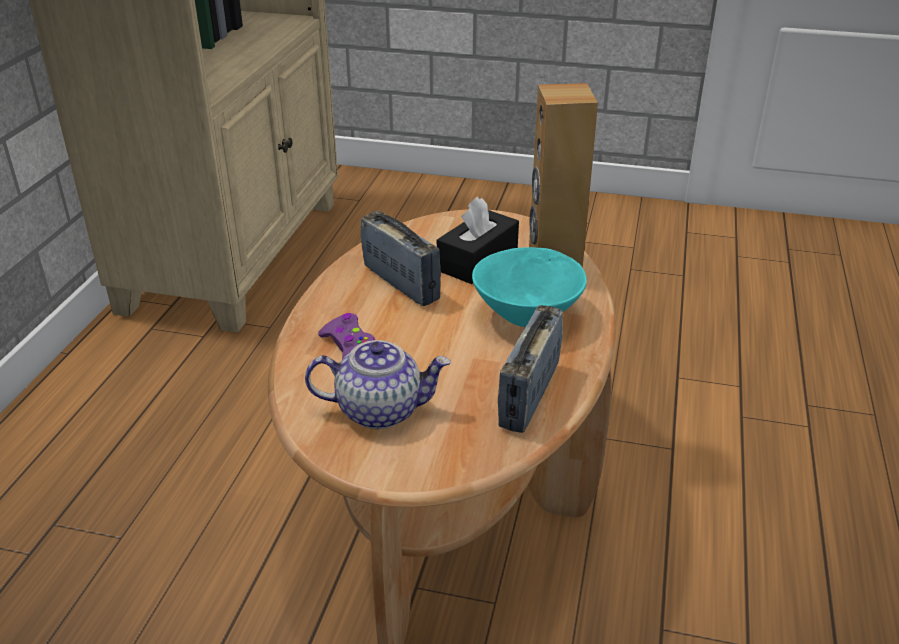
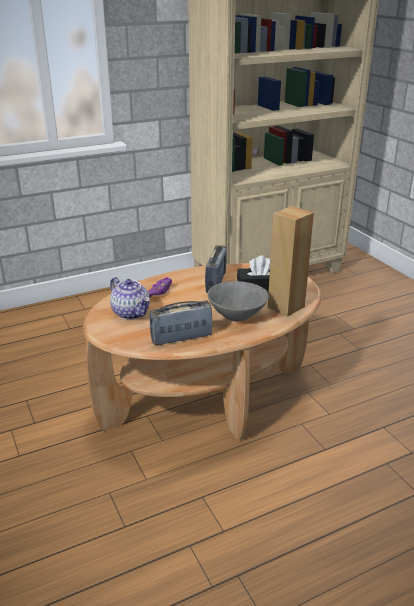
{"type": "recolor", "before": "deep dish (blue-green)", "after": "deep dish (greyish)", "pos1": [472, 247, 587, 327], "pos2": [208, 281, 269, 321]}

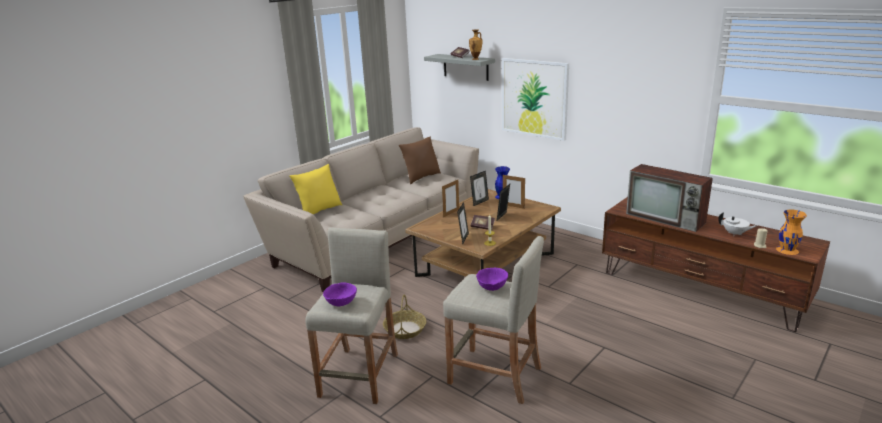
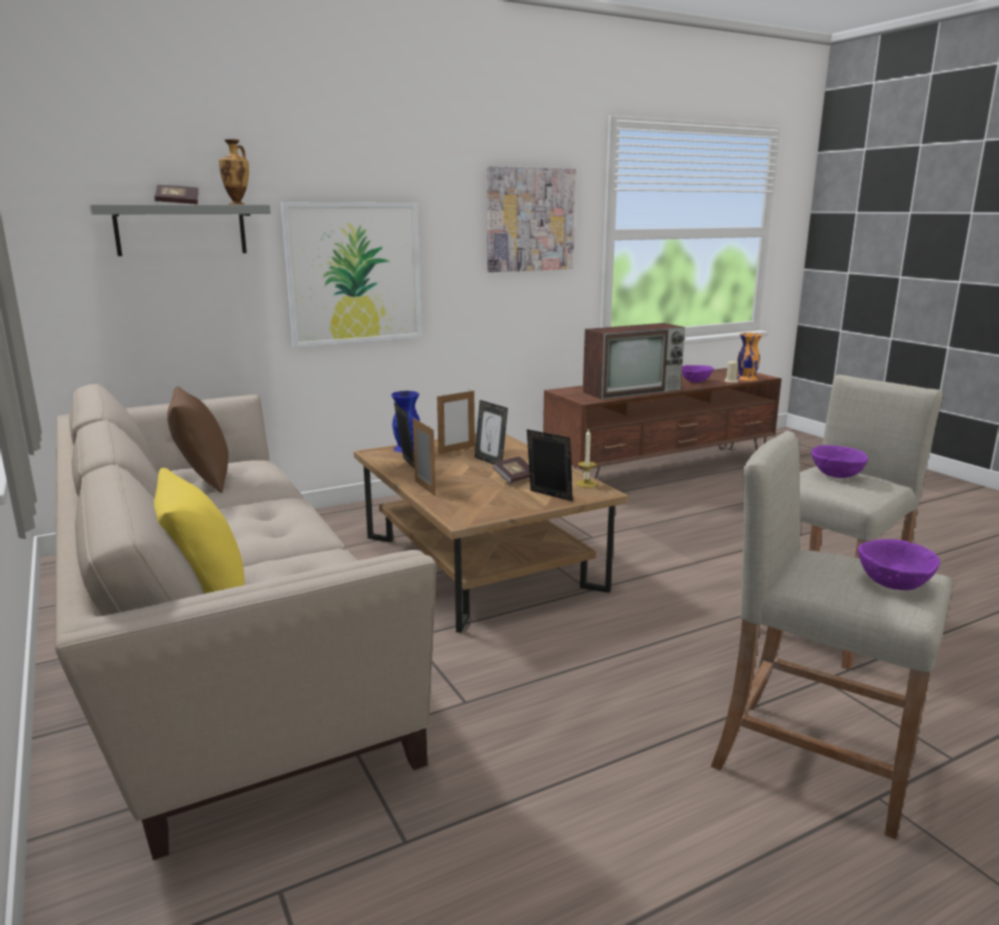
{"type": "delete", "before": "storage basket", "pos1": [383, 295, 426, 339]}
{"type": "insert", "after": "picture", "pos2": [487, 166, 576, 272]}
{"type": "replace", "before": "teapot (white-coloured)", "after": "deep dish (purple-coloured)", "pos1": [718, 212, 757, 236], "pos2": [682, 365, 714, 382]}

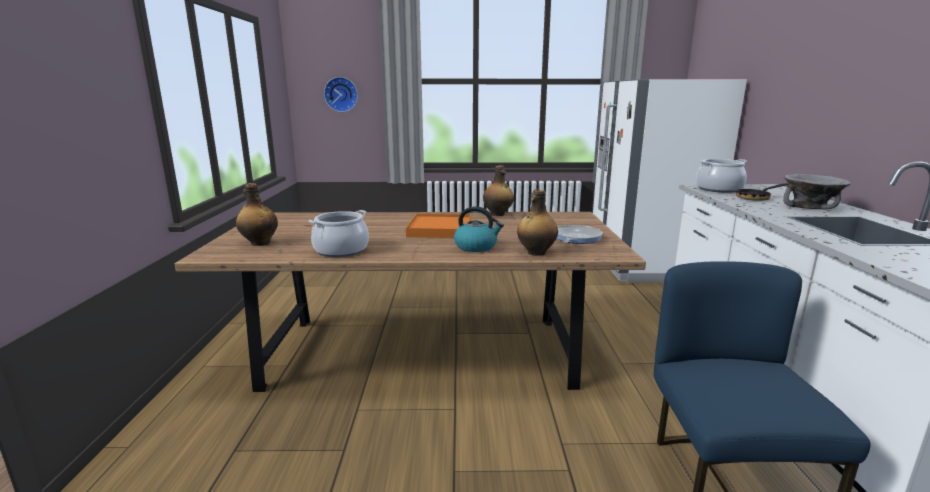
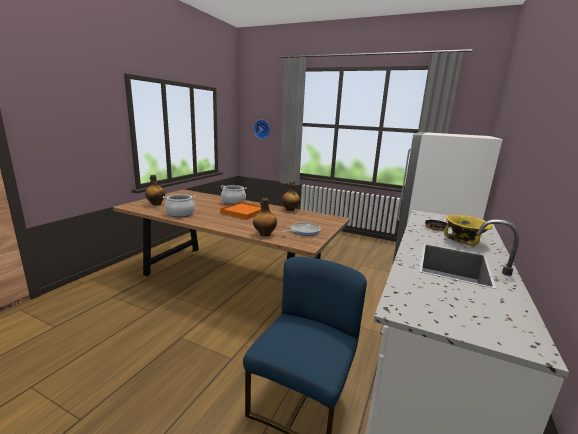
{"type": "delete", "before": "kettle", "pos1": [454, 206, 504, 252]}
{"type": "move", "before": "stockpot", "pos1": [696, 159, 747, 193], "pos2": [220, 185, 247, 205]}
{"type": "recolor", "before": "deep dish (greyish)", "after": "deep dish (yellow-coloured)", "pos1": [783, 174, 851, 209], "pos2": [444, 215, 492, 246]}

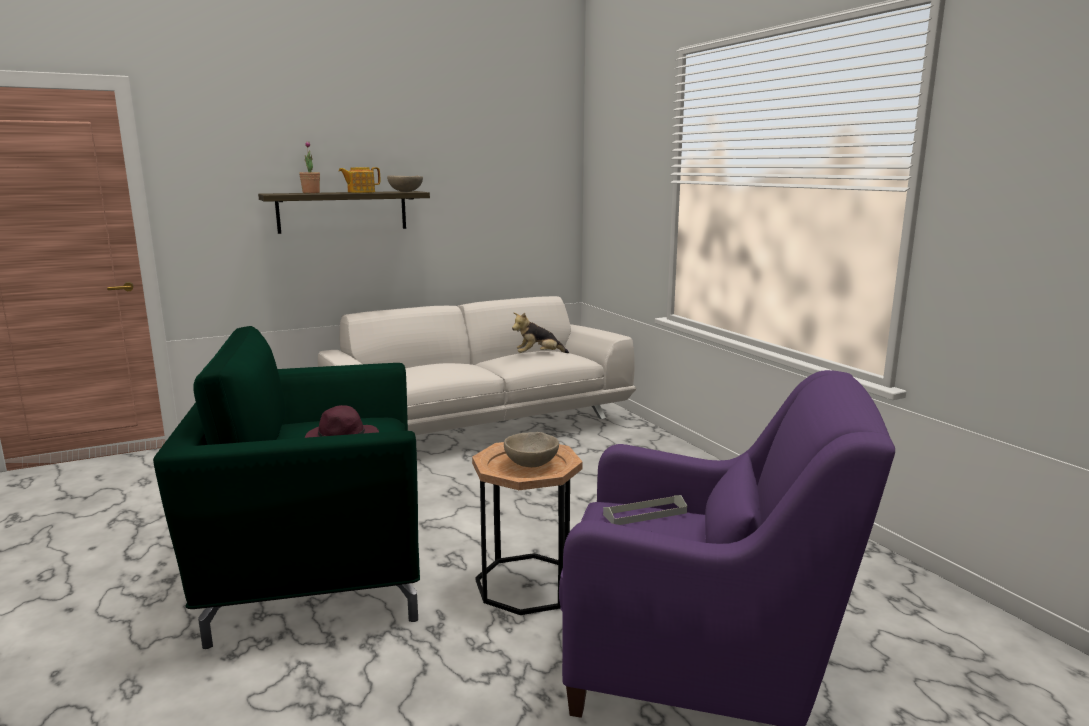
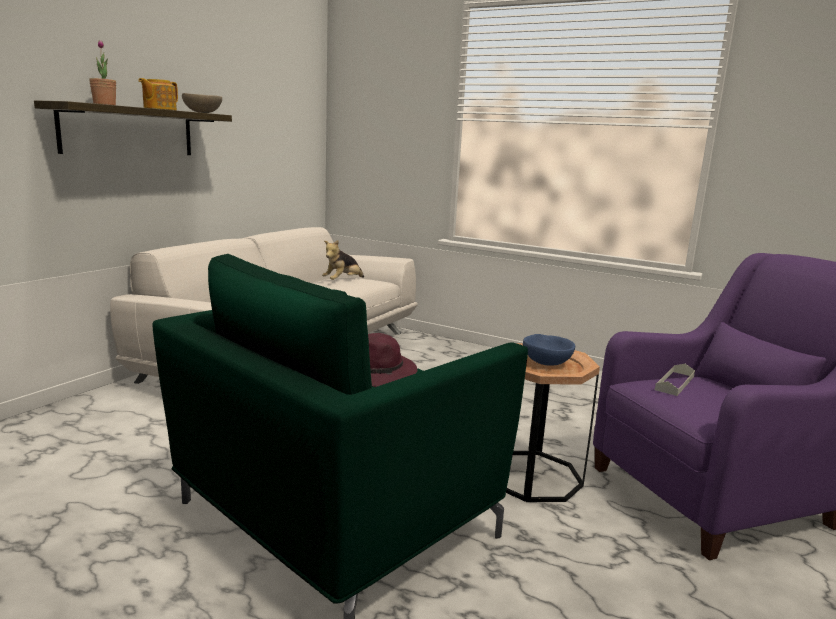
{"type": "recolor", "before": "deep dish (beige)", "after": "deep dish (blue-coloured)", "pos1": [504, 432, 559, 467], "pos2": [523, 334, 575, 366]}

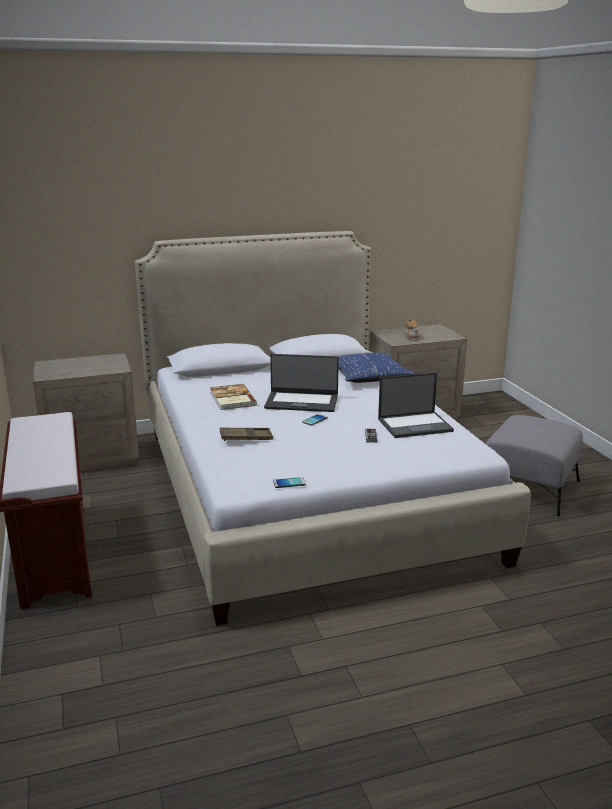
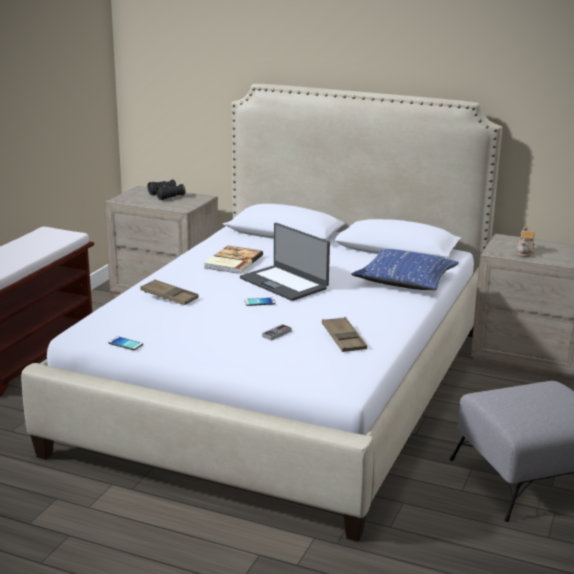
{"type": "insert", "after": "field glasses (blackish)", "pos2": [148, 179, 185, 200]}
{"type": "replace", "before": "notebook computer", "after": "serving tray (brown-coloured)", "pos1": [378, 372, 454, 438], "pos2": [322, 317, 367, 352]}

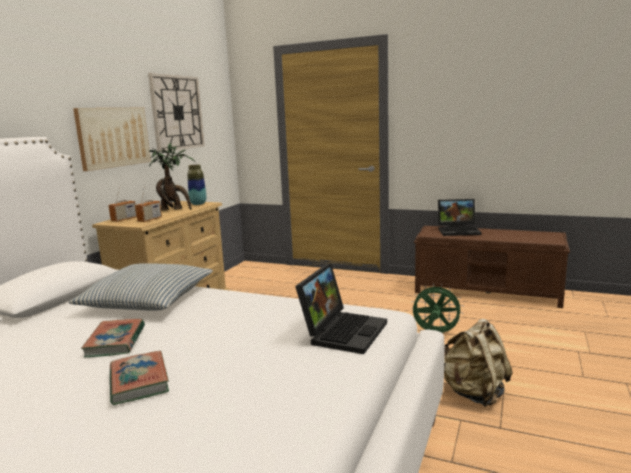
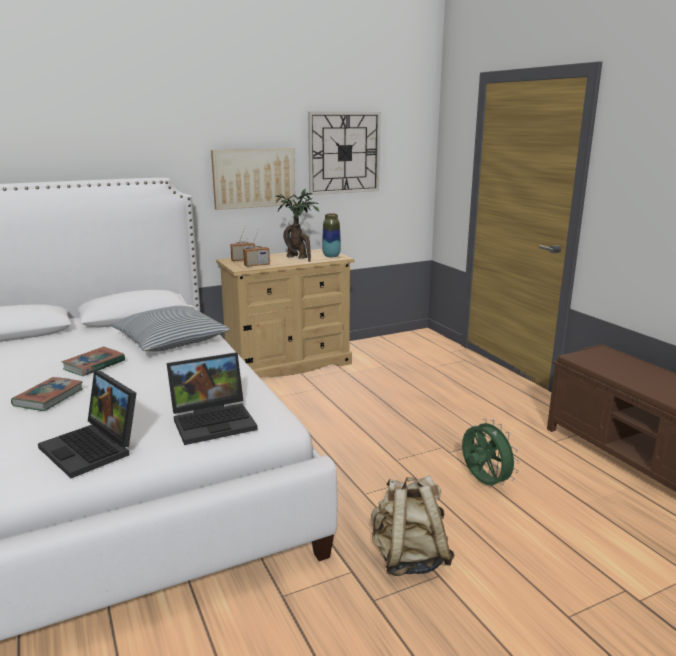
{"type": "move", "before": "notebook computer", "pos1": [438, 199, 481, 236], "pos2": [38, 371, 136, 478]}

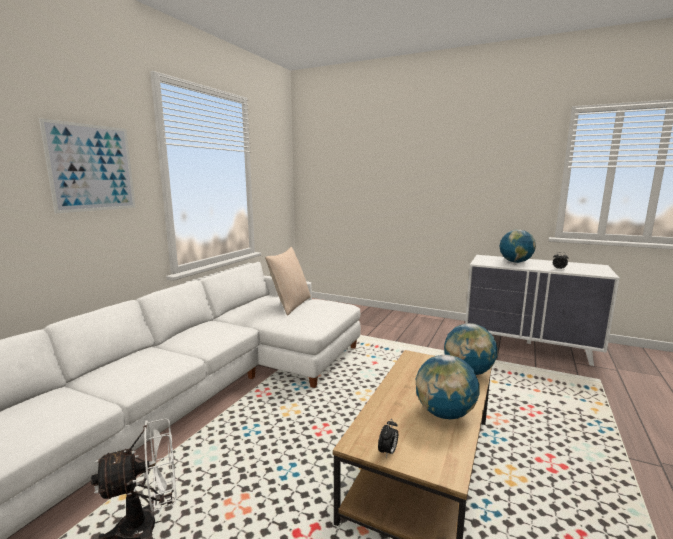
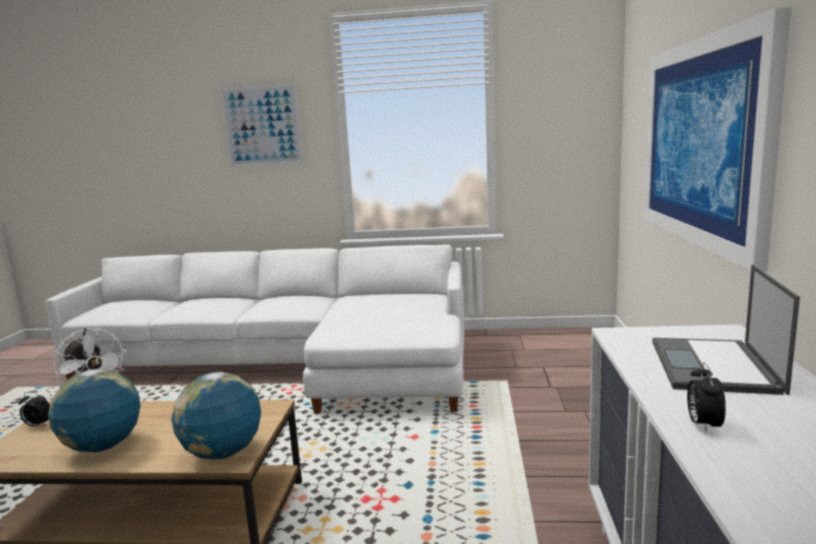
{"type": "delete", "before": "throw pillow (beige)", "pos1": [265, 247, 311, 316]}
{"type": "insert", "after": "picture", "pos2": [644, 7, 792, 271]}
{"type": "replace", "before": "world globe", "after": "notebook computer", "pos1": [499, 230, 536, 263], "pos2": [652, 264, 800, 395]}

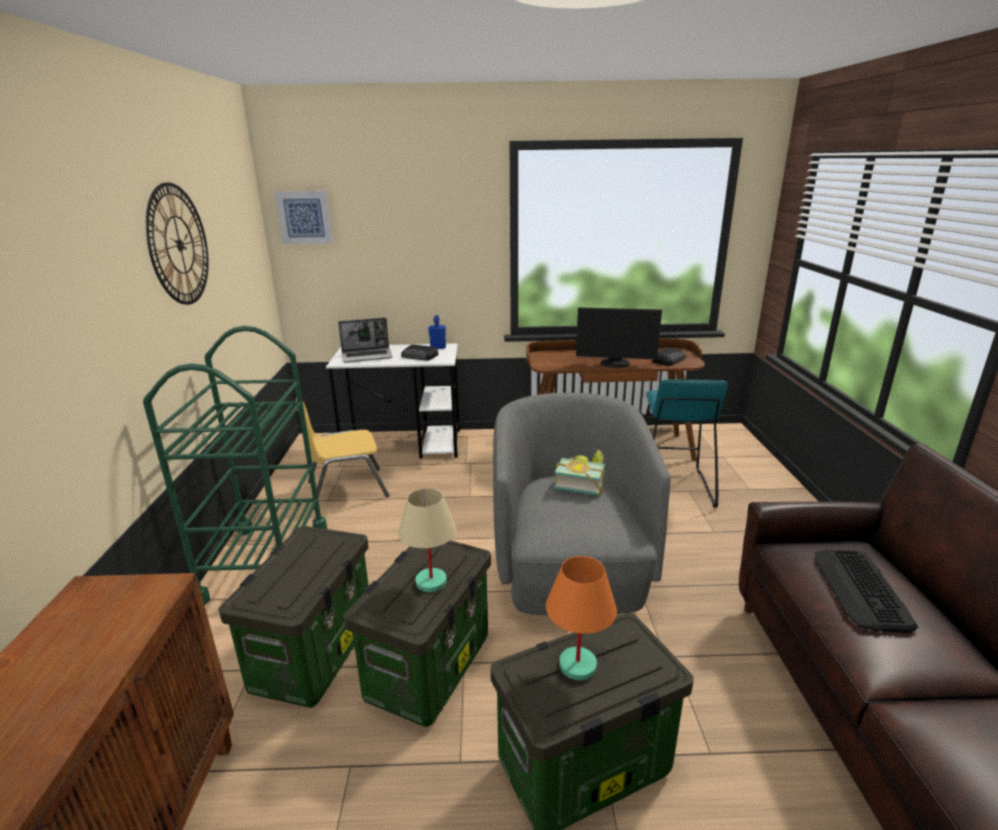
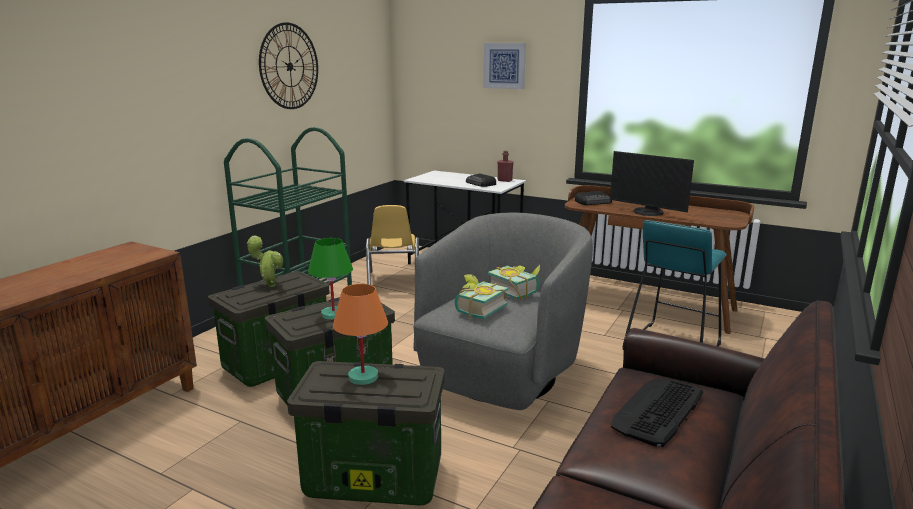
{"type": "delete", "before": "notebook computer", "pos1": [338, 318, 393, 362]}
{"type": "insert", "after": "plant in a pot", "pos2": [247, 235, 283, 287]}
{"type": "insert", "after": "volume", "pos2": [455, 274, 508, 319]}
{"type": "move", "before": "picture", "pos1": [275, 191, 333, 244], "pos2": [484, 43, 526, 89]}
{"type": "move", "before": "radio set", "pos1": [653, 347, 686, 366], "pos2": [575, 191, 612, 205]}
{"type": "recolor", "before": "tabletop lamp (beige)", "after": "tabletop lamp (green)", "pos1": [398, 488, 457, 592], "pos2": [308, 238, 353, 320]}
{"type": "recolor", "before": "bottle (blue-coloured)", "after": "bottle (red)", "pos1": [428, 315, 446, 349], "pos2": [498, 151, 513, 182]}
{"type": "rotate", "before": "upright chair (yellow-coloured)", "pos1": [296, 397, 390, 510], "pos2": [366, 205, 419, 285], "turn": -105}

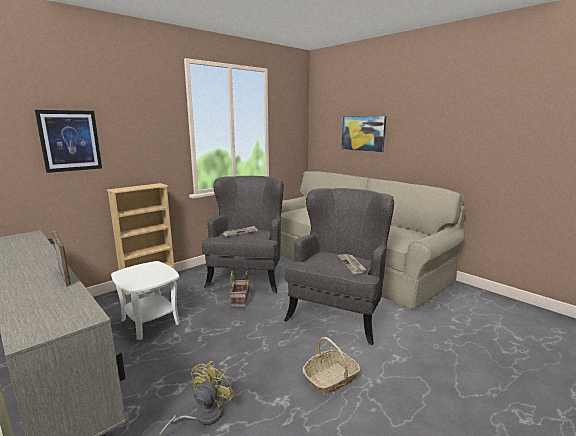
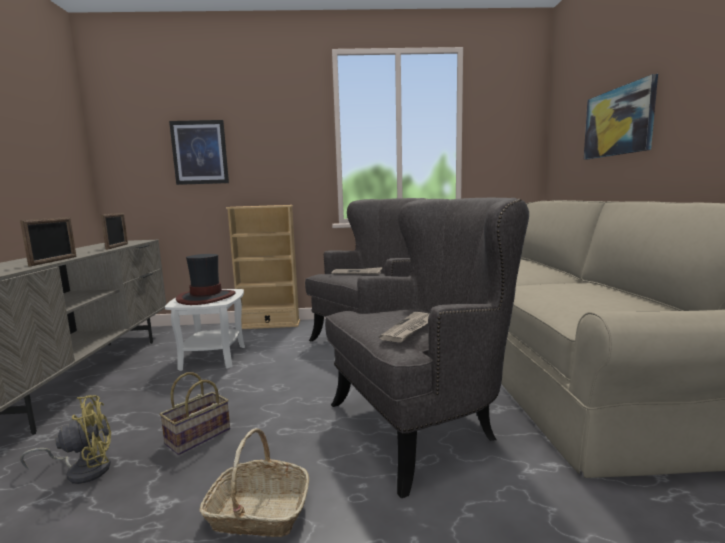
{"type": "insert", "after": "standing frame", "pos2": [101, 213, 128, 250]}
{"type": "insert", "after": "hat", "pos2": [176, 254, 236, 305]}
{"type": "move", "before": "storage basket", "pos1": [230, 271, 249, 308], "pos2": [159, 372, 230, 455]}

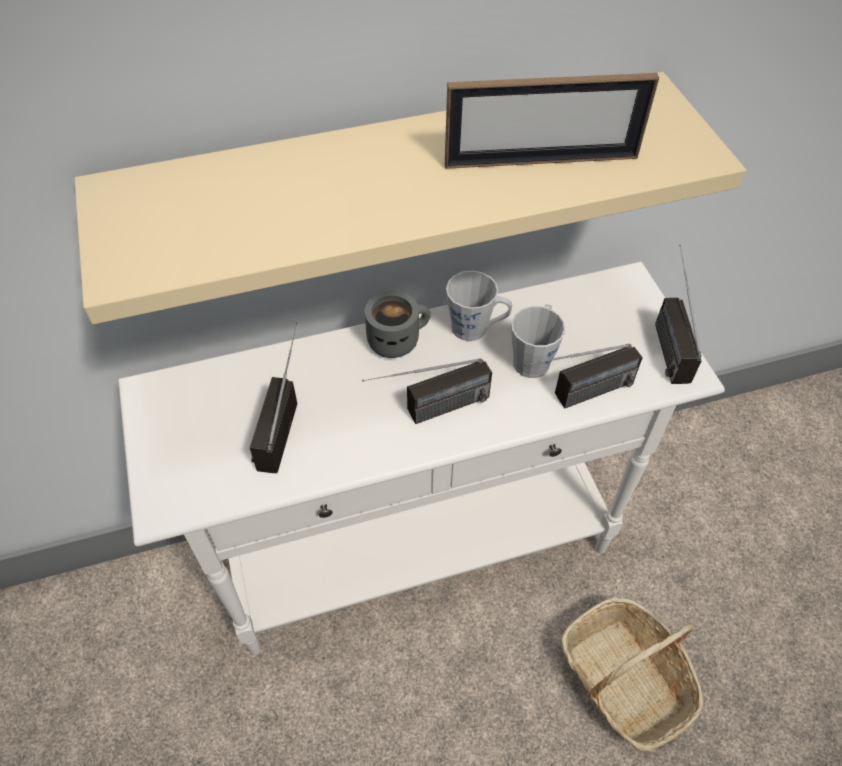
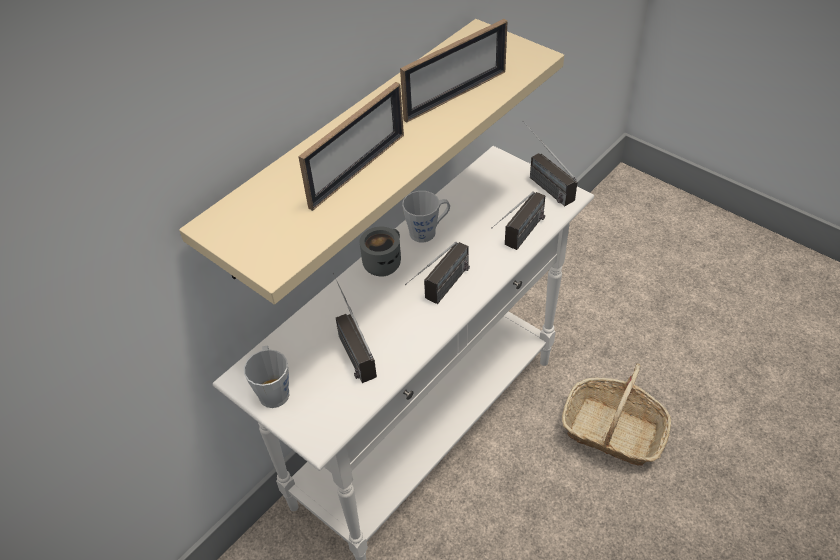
{"type": "insert", "after": "standing frame", "pos2": [298, 82, 404, 211]}
{"type": "move", "before": "coffee mug (greyish)", "pos1": [511, 304, 565, 378], "pos2": [244, 345, 289, 408]}

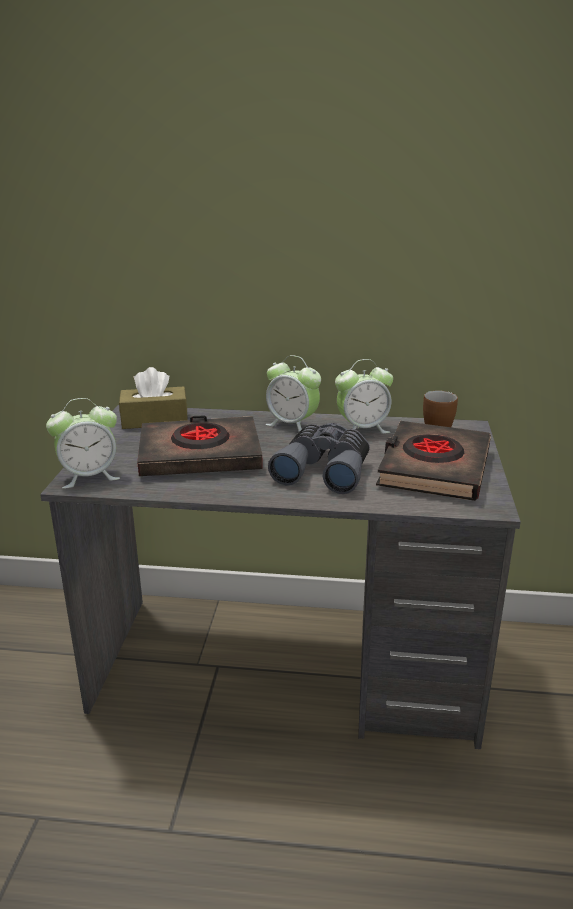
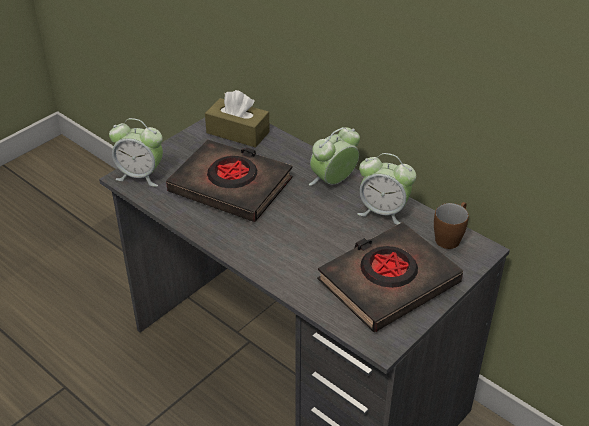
{"type": "delete", "before": "field glasses (greyish)", "pos1": [268, 423, 370, 494]}
{"type": "rotate", "before": "alarm clock", "pos1": [265, 355, 321, 432], "pos2": [309, 127, 360, 186], "turn": 75}

